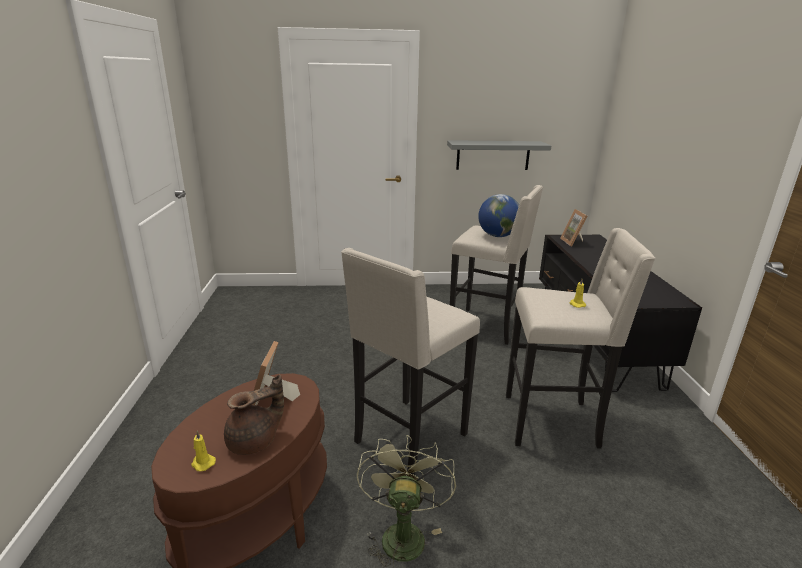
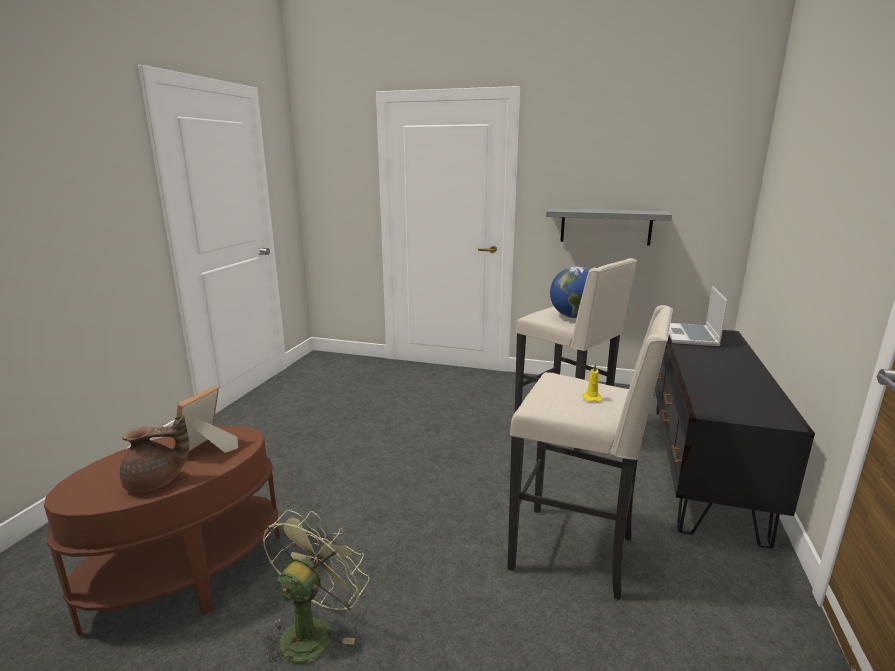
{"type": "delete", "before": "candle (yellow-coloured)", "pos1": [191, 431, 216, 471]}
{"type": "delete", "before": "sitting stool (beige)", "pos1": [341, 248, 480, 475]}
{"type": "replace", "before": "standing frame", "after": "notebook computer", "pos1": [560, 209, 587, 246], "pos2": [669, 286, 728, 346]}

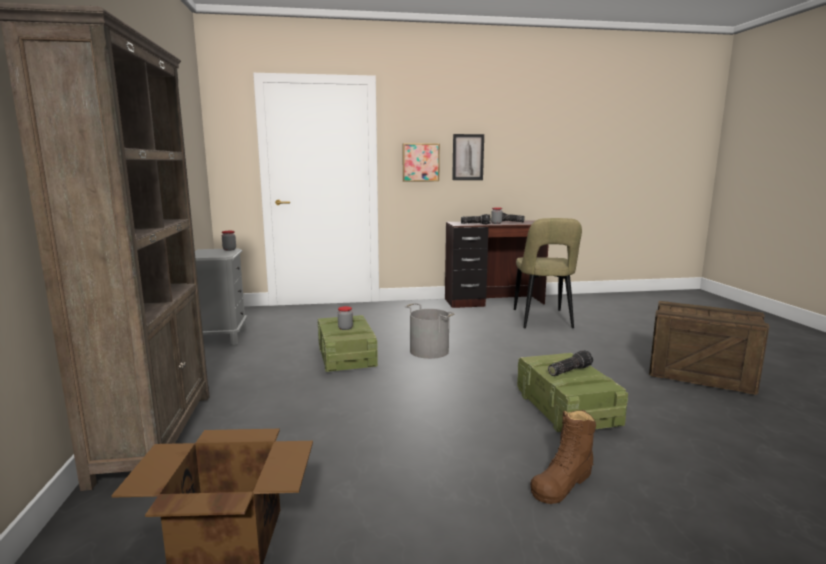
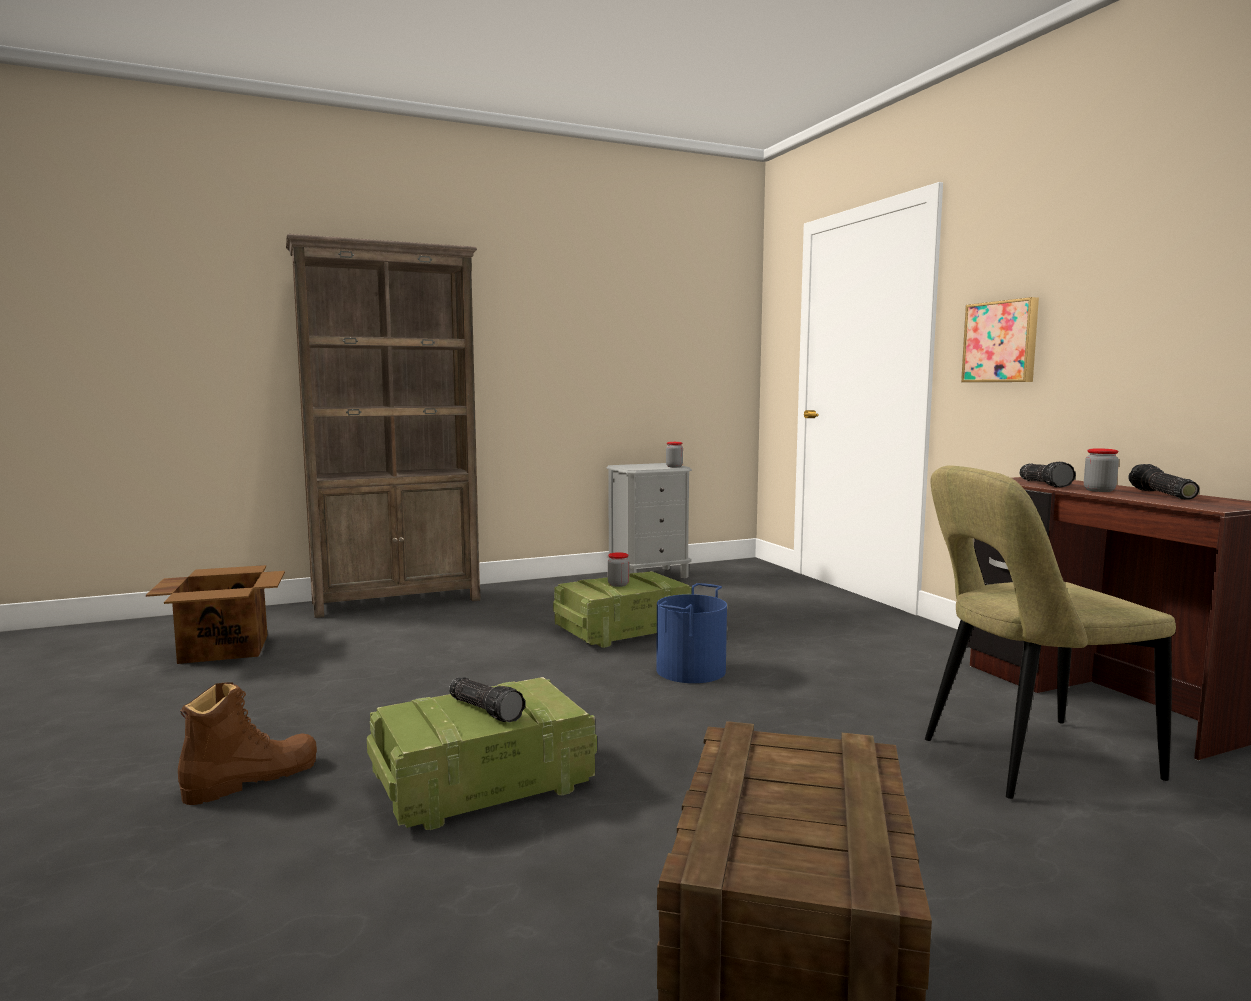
{"type": "delete", "before": "picture", "pos1": [452, 134, 484, 180]}
{"type": "recolor", "before": "water bucket (greyish)", "after": "water bucket (blue-coloured)", "pos1": [405, 303, 456, 359], "pos2": [656, 583, 727, 683]}
{"type": "rotate", "before": "boot (brown-coloured)", "pos1": [530, 410, 596, 504], "pos2": [178, 682, 317, 805], "turn": 105}

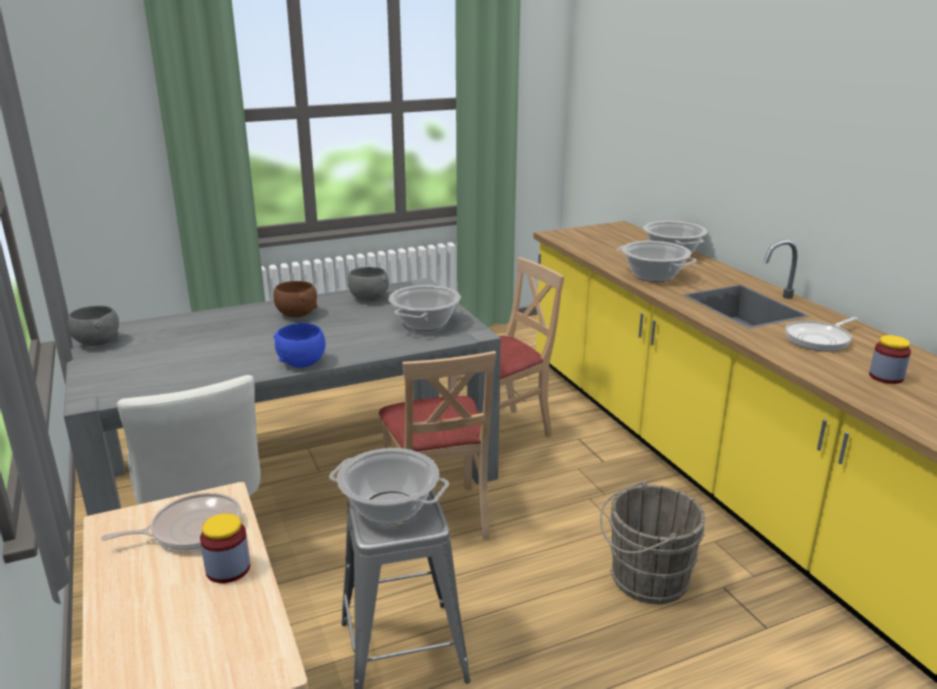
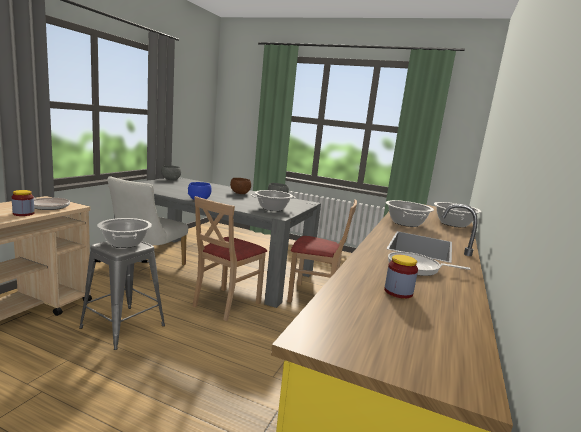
{"type": "delete", "before": "water bucket (greyish)", "pos1": [600, 481, 706, 604]}

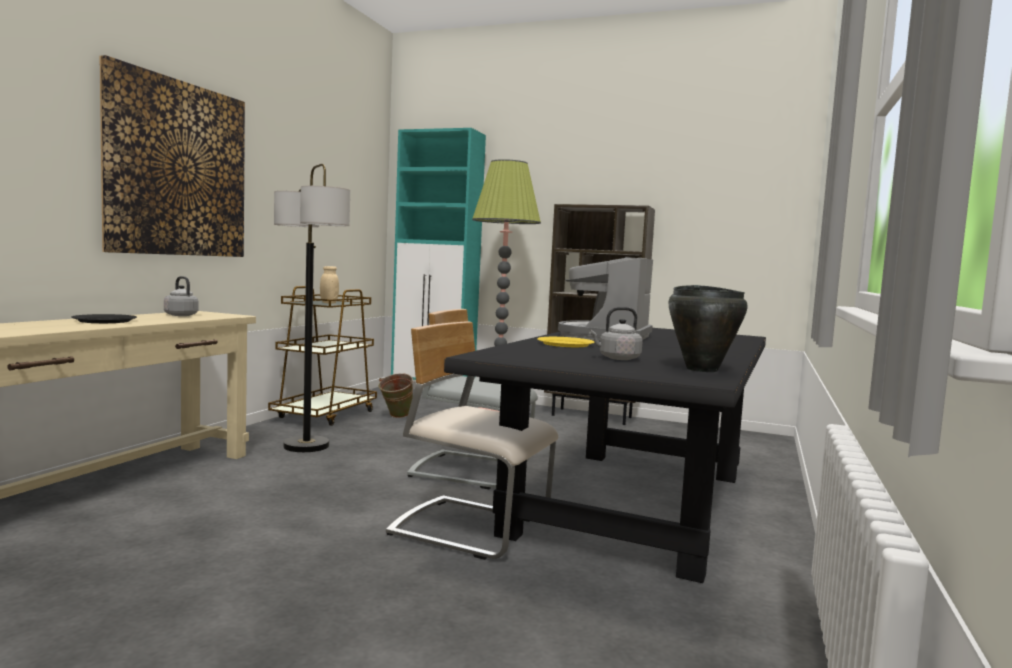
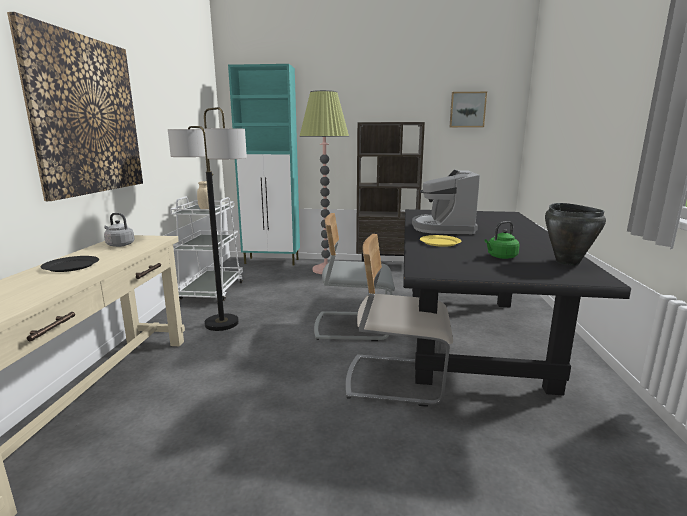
{"type": "delete", "before": "water bucket (green)", "pos1": [378, 373, 415, 418]}
{"type": "insert", "after": "picture", "pos2": [450, 92, 487, 127]}
{"type": "recolor", "before": "cart (brown-coloured)", "after": "cart (white-coloured)", "pos1": [268, 286, 377, 426], "pos2": [170, 197, 243, 301]}
{"type": "recolor", "before": "kettle (greyish)", "after": "kettle (green)", "pos1": [589, 307, 643, 360], "pos2": [484, 221, 520, 259]}

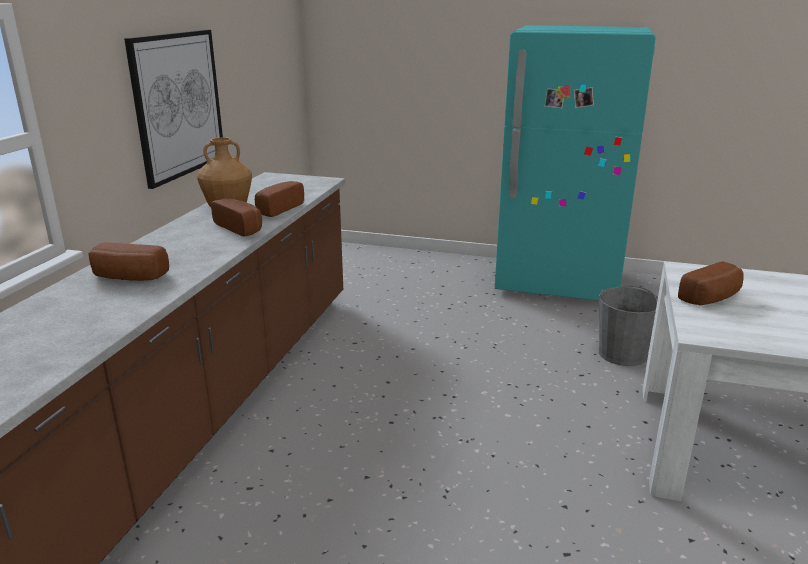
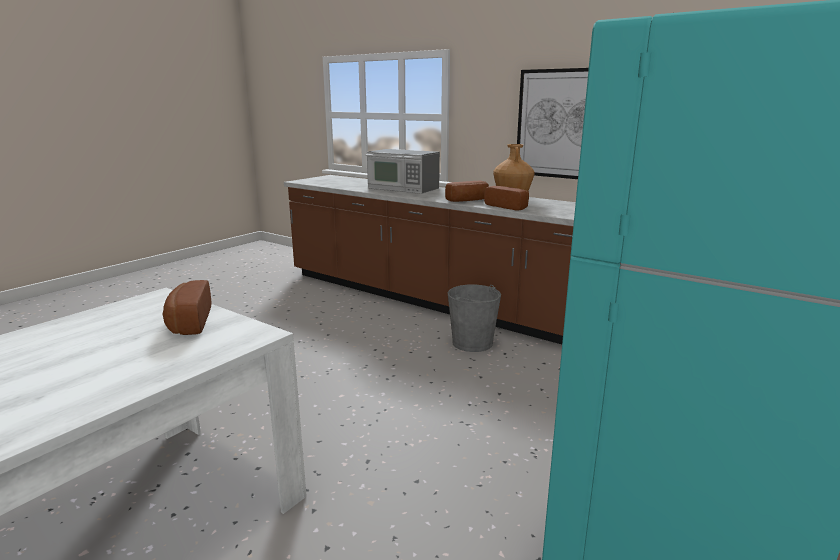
{"type": "move", "before": "water bucket (greyish)", "pos1": [599, 285, 658, 366], "pos2": [448, 284, 501, 352]}
{"type": "replace", "before": "bakery bread", "after": "kitchen microwave", "pos1": [88, 242, 169, 281], "pos2": [366, 149, 440, 194]}

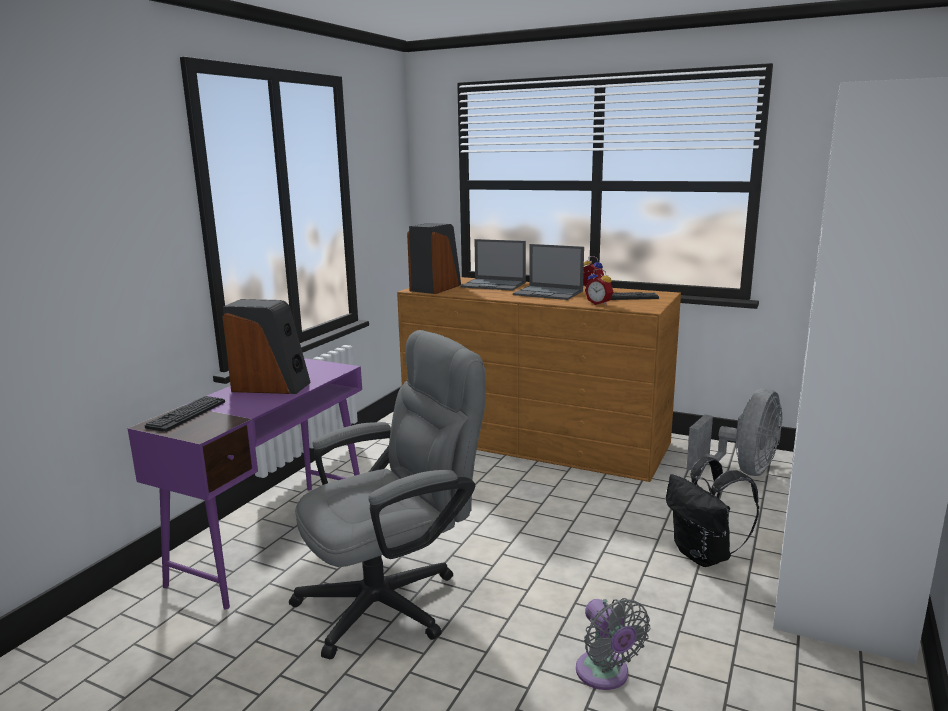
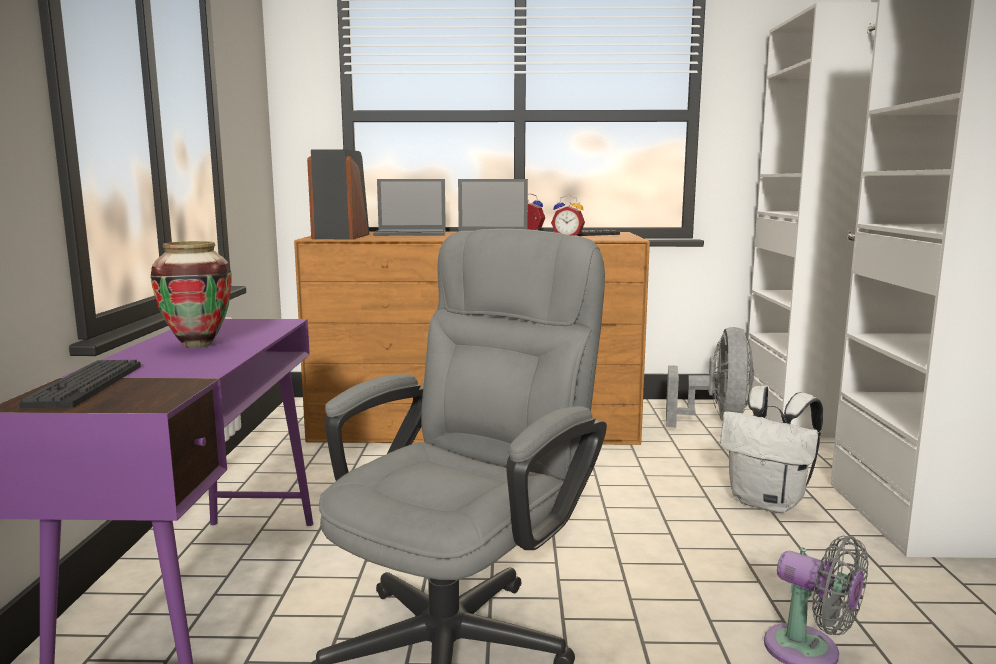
{"type": "replace", "before": "audio speaker", "after": "flower vase", "pos1": [223, 299, 311, 394], "pos2": [150, 241, 232, 348]}
{"type": "recolor", "before": "knapsack (blackish)", "after": "knapsack (white-coloured)", "pos1": [666, 457, 759, 567], "pos2": [720, 386, 823, 513]}

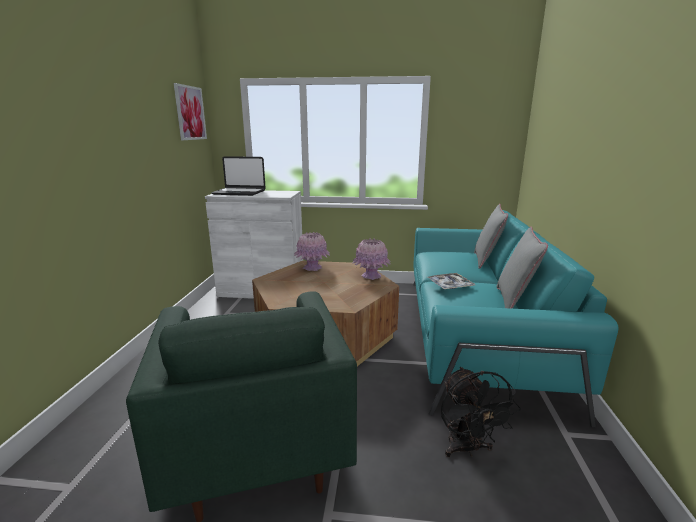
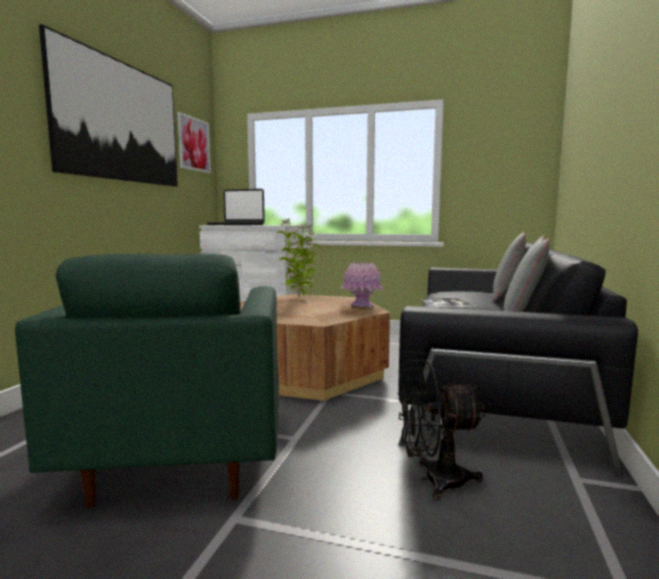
{"type": "insert", "after": "picture", "pos2": [39, 24, 178, 186]}
{"type": "replace", "before": "flower vase (pink)", "after": "plant in a pot", "pos1": [294, 232, 330, 271], "pos2": [276, 219, 320, 298]}
{"type": "recolor", "before": "couch (blue-green)", "after": "couch (blackish)", "pos1": [413, 210, 619, 427], "pos2": [398, 243, 638, 477]}
{"type": "rotate", "before": "electric fan (blackish)", "pos1": [441, 367, 521, 457], "pos2": [398, 360, 486, 500], "turn": 90}

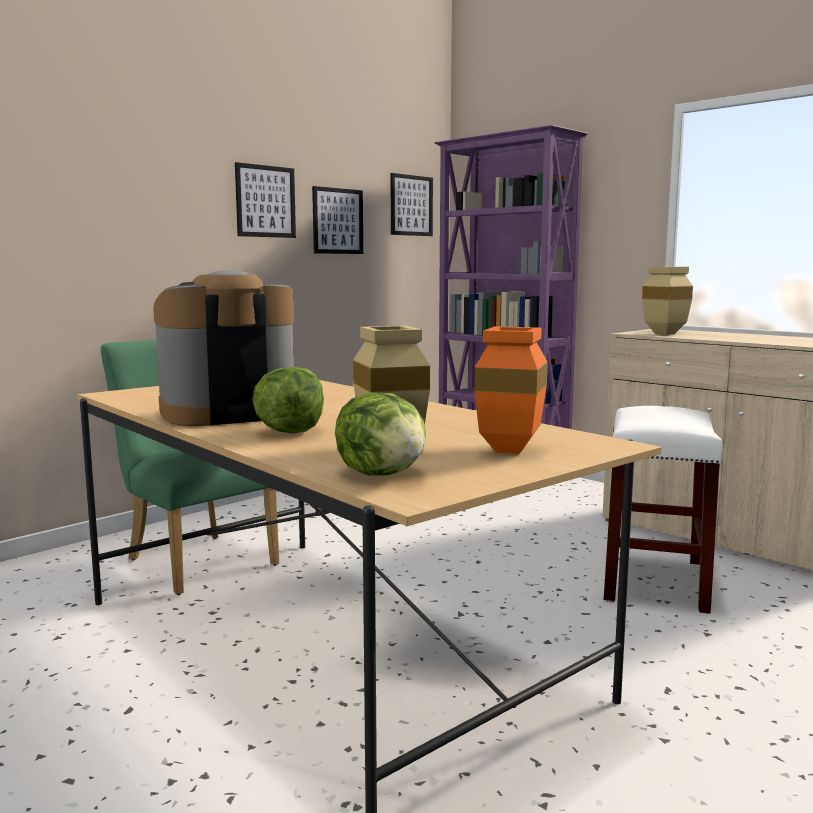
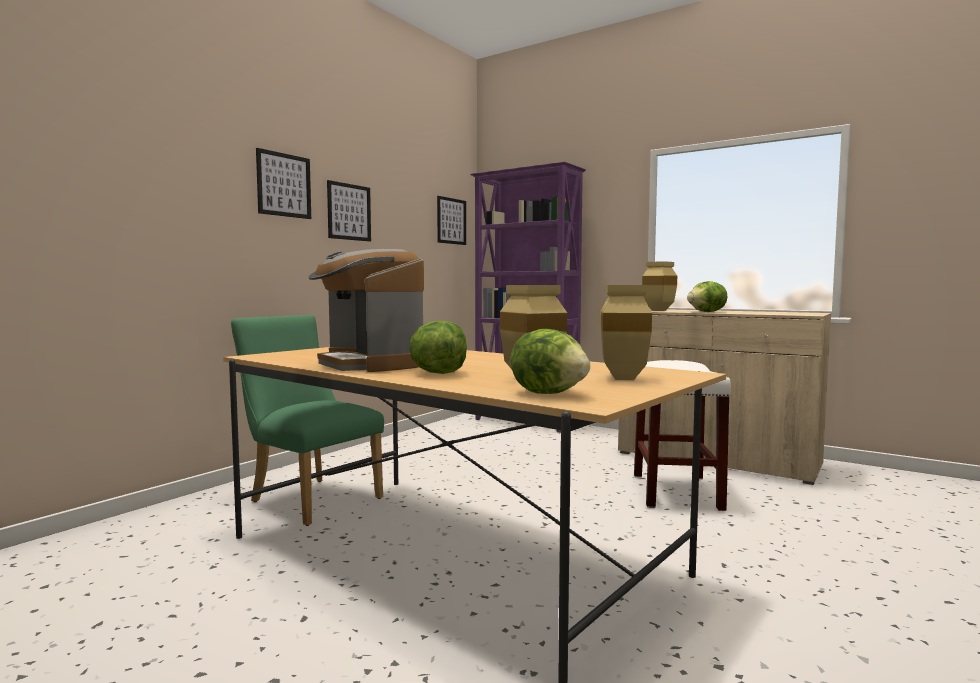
{"type": "insert", "after": "head of lettuce", "pos2": [687, 281, 727, 312]}
{"type": "move", "before": "picture", "pos1": [312, 186, 363, 254], "pos2": [256, 148, 311, 219]}
{"type": "recolor", "before": "flower vase (orange-coloured)", "after": "flower vase (beige)", "pos1": [474, 326, 548, 454], "pos2": [600, 285, 652, 380]}
{"type": "rotate", "before": "coffee machine", "pos1": [153, 270, 294, 426], "pos2": [309, 249, 424, 372], "turn": -90}

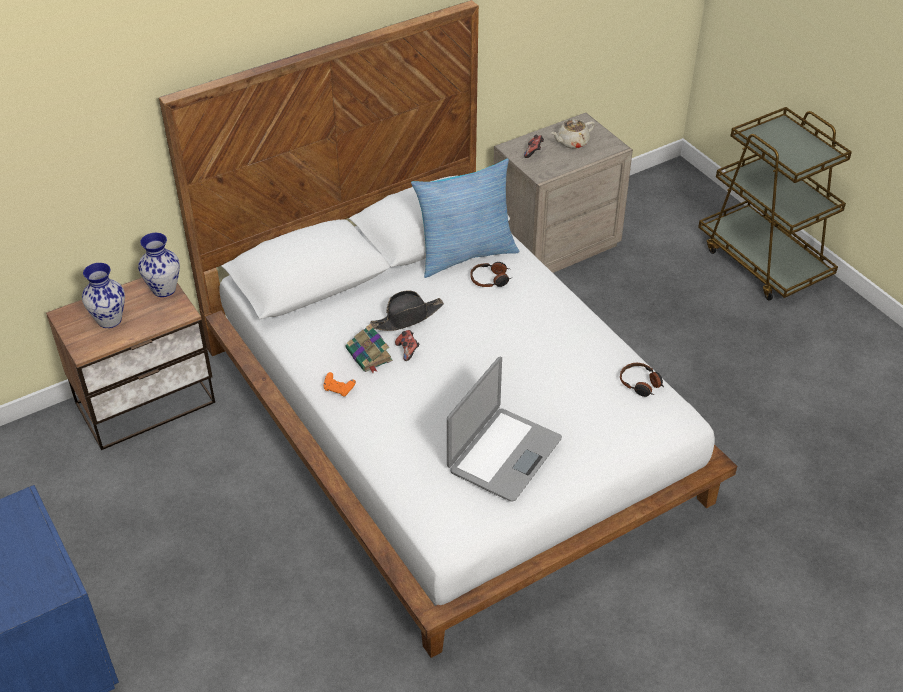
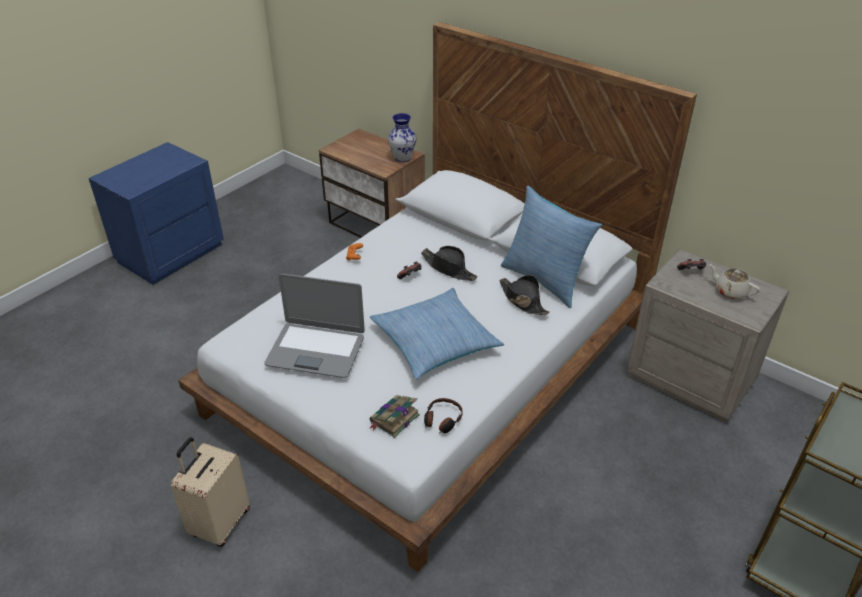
{"type": "delete", "before": "flower vase", "pos1": [82, 263, 125, 328]}
{"type": "insert", "after": "travel case (beige)", "pos2": [171, 437, 250, 547]}
{"type": "insert", "after": "throw pillow", "pos2": [370, 288, 504, 379]}
{"type": "move", "before": "volume", "pos1": [346, 324, 393, 373], "pos2": [370, 395, 420, 438]}
{"type": "replace", "before": "headset", "after": "hat (blackish)", "pos1": [471, 262, 511, 287], "pos2": [499, 275, 550, 315]}

